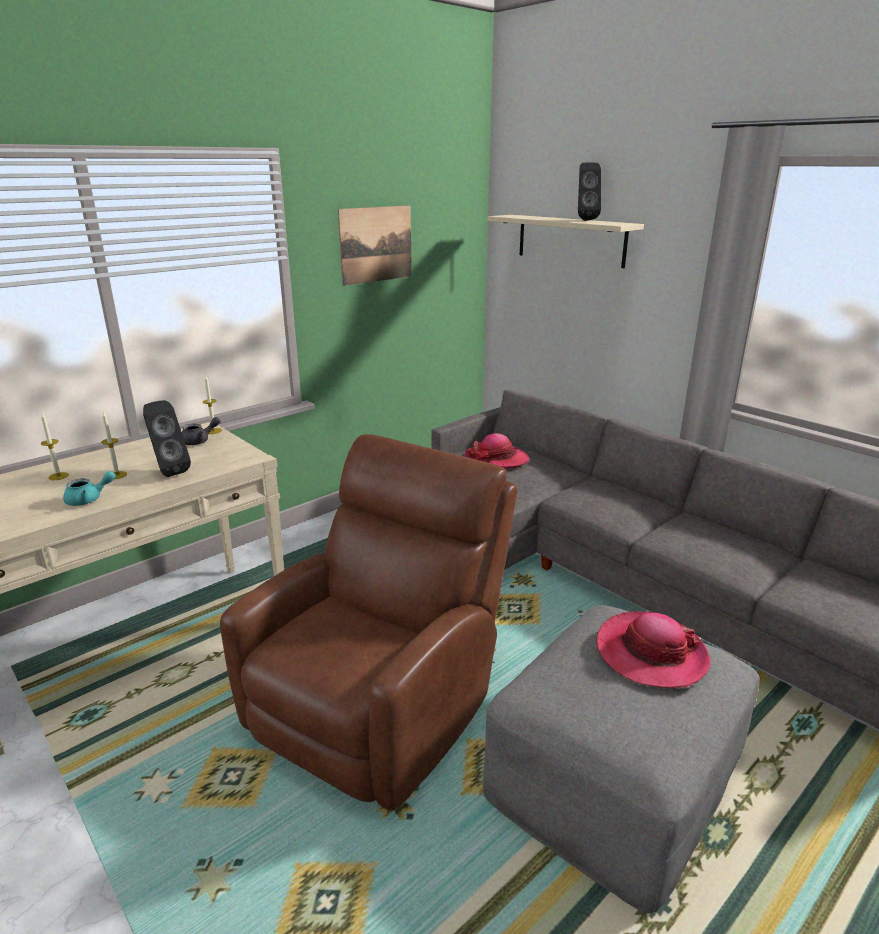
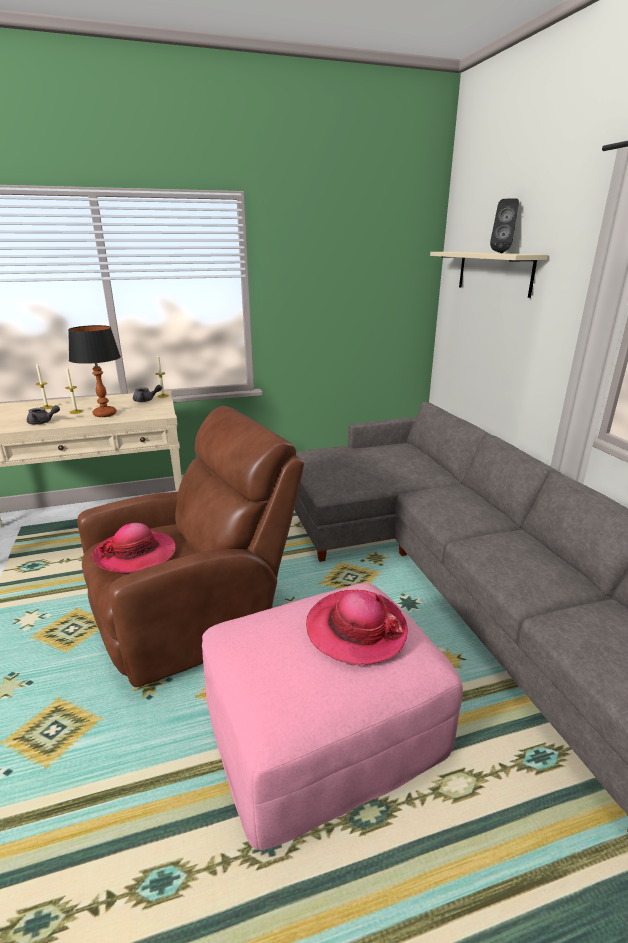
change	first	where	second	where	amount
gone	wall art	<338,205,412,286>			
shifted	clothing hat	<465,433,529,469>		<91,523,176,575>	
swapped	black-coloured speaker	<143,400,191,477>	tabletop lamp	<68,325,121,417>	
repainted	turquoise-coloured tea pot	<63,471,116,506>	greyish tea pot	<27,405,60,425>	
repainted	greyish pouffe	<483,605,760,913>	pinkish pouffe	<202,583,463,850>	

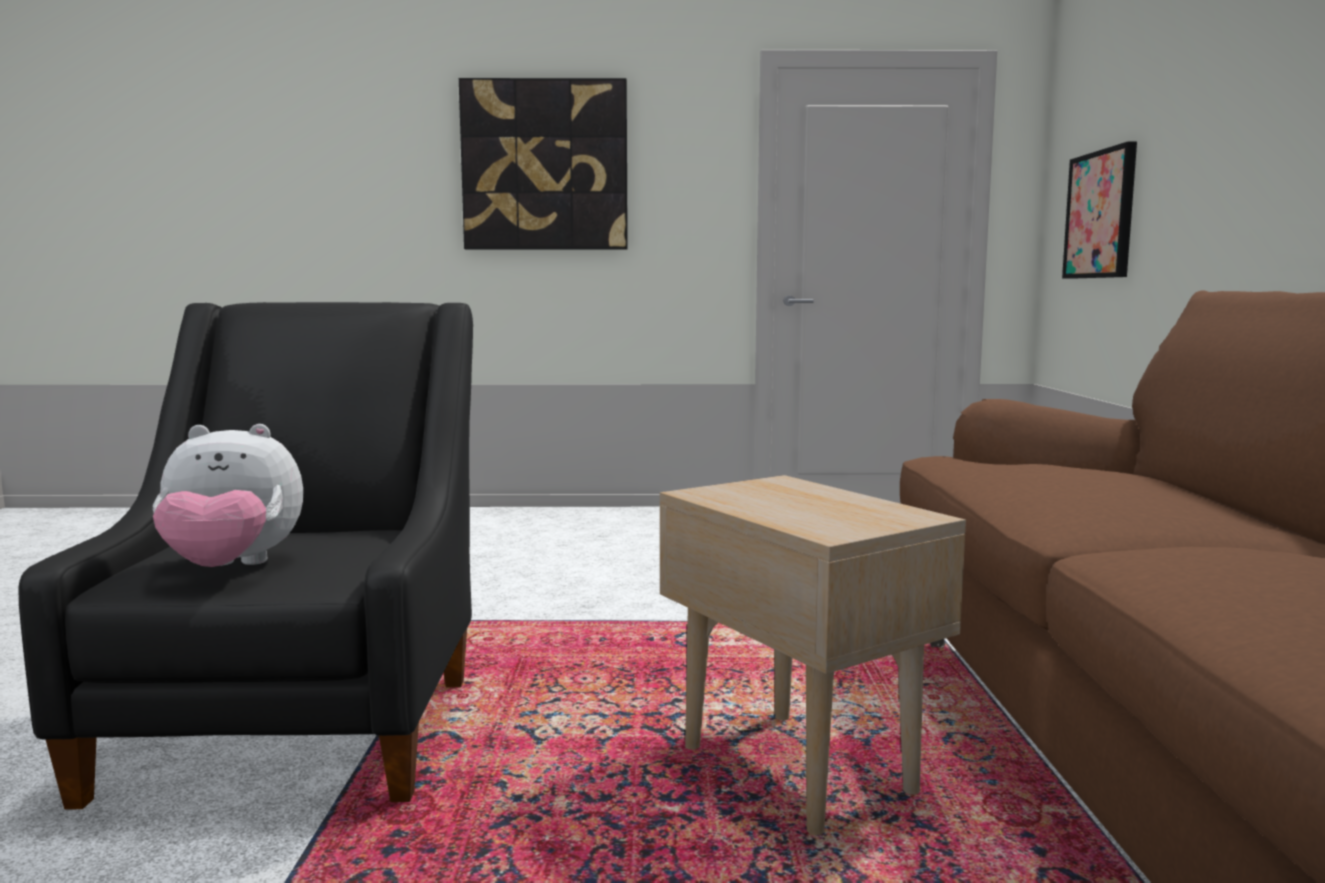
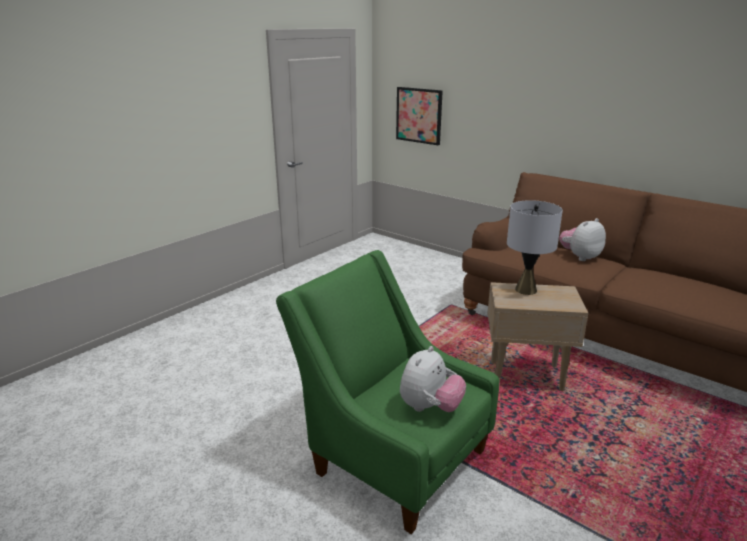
change	first	where	second	where	amount
gone	wall art	<459,78,628,249>			
new			greyish tabletop lamp	<507,200,563,295>	
new			plush toy	<559,218,606,261>	
repainted	black-coloured armchair	<19,302,473,810>	green-coloured armchair	<276,250,499,534>	

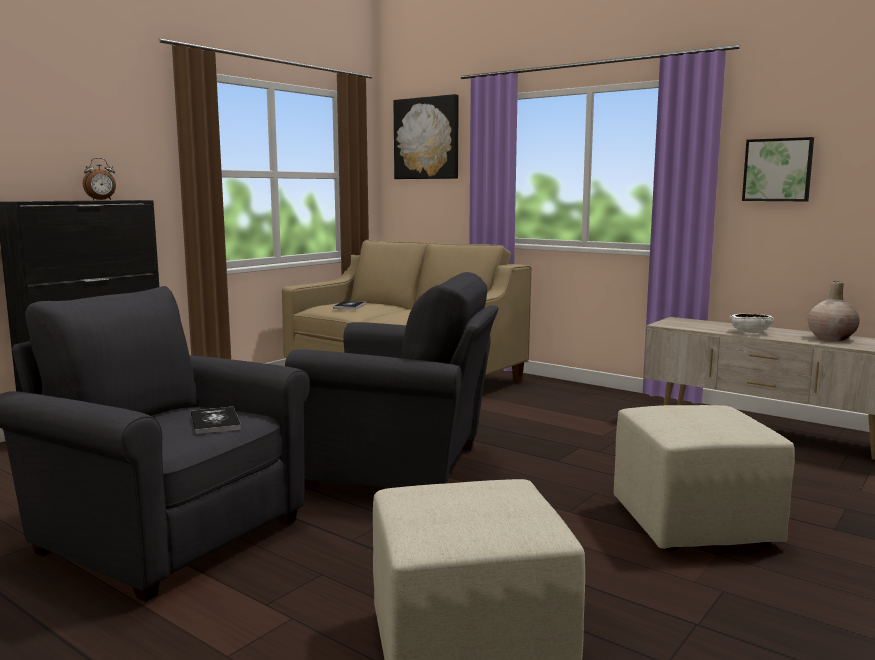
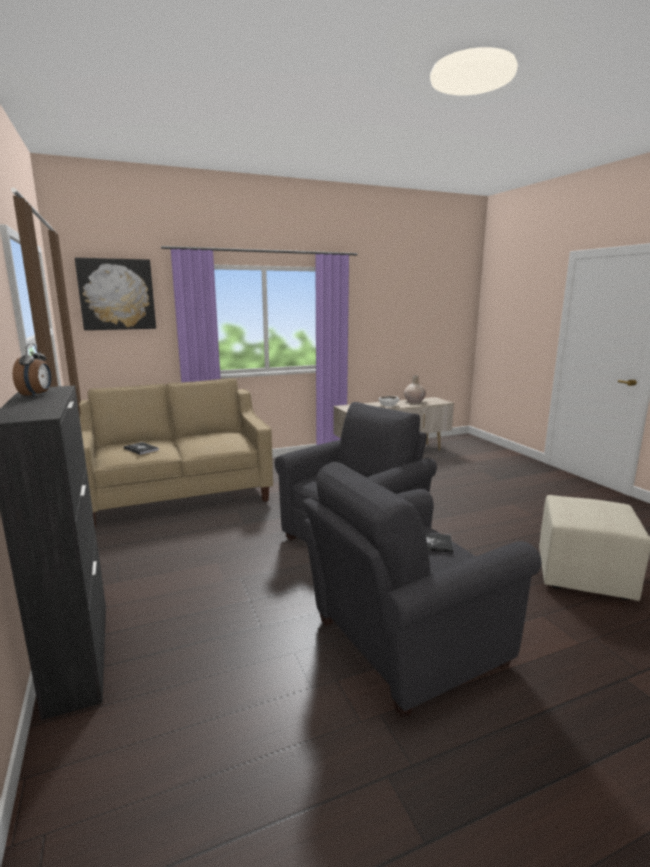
change	first	where	second	where	amount
gone	beige pouffe	<614,405,795,551>			
gone	wall art	<742,137,814,201>			

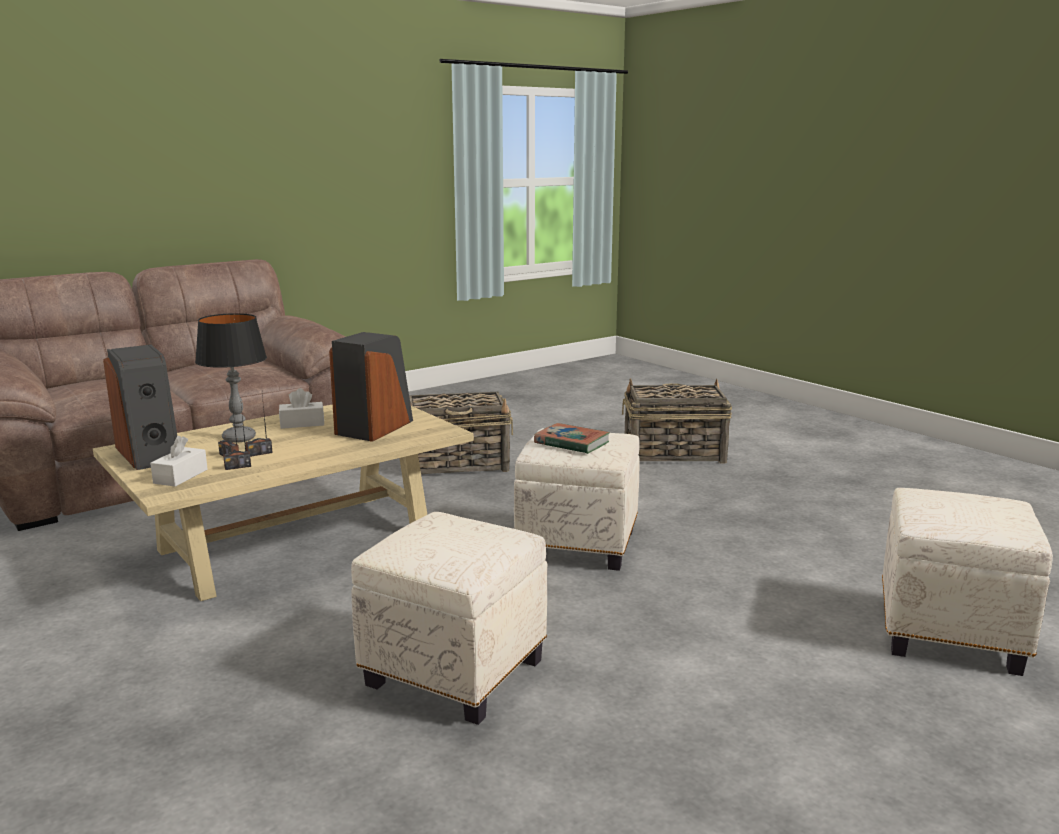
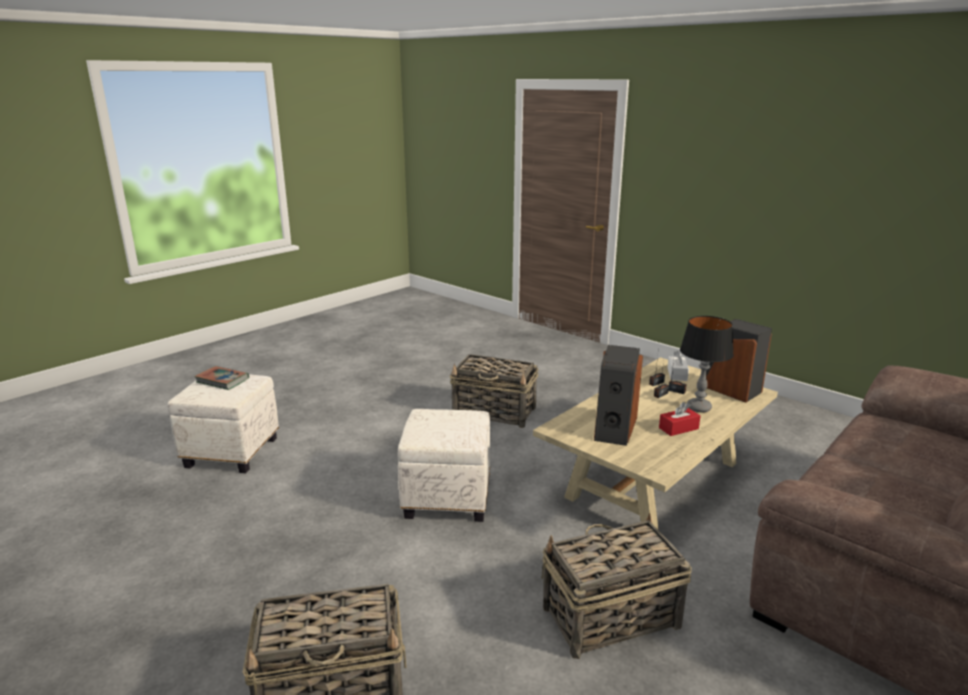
change	first	where	second	where	amount
shifted	volume	<534,423,610,454>		<194,366,249,390>	
swapped	white-coloured pouffe	<351,512,548,725>	household basket	<450,354,538,428>	
repainted	white-coloured tissue holder	<279,388,324,429>	red tissue holder	<659,402,700,436>	

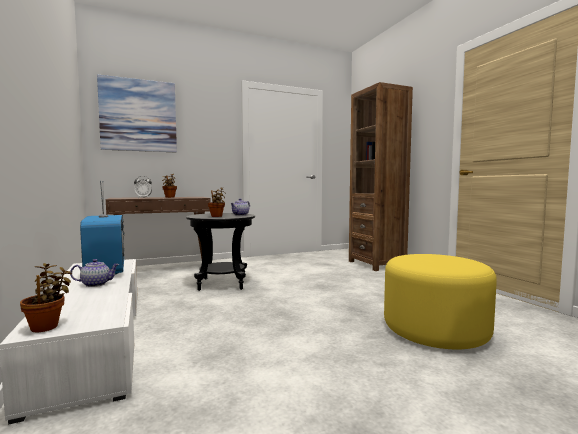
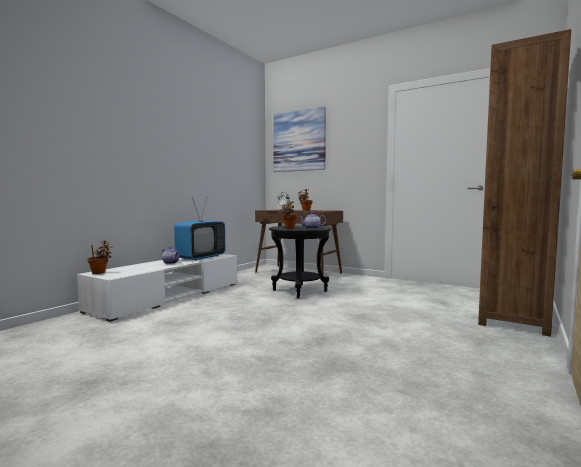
change	first	where	second	where	amount
gone	yellow pouffe	<384,254,497,349>			

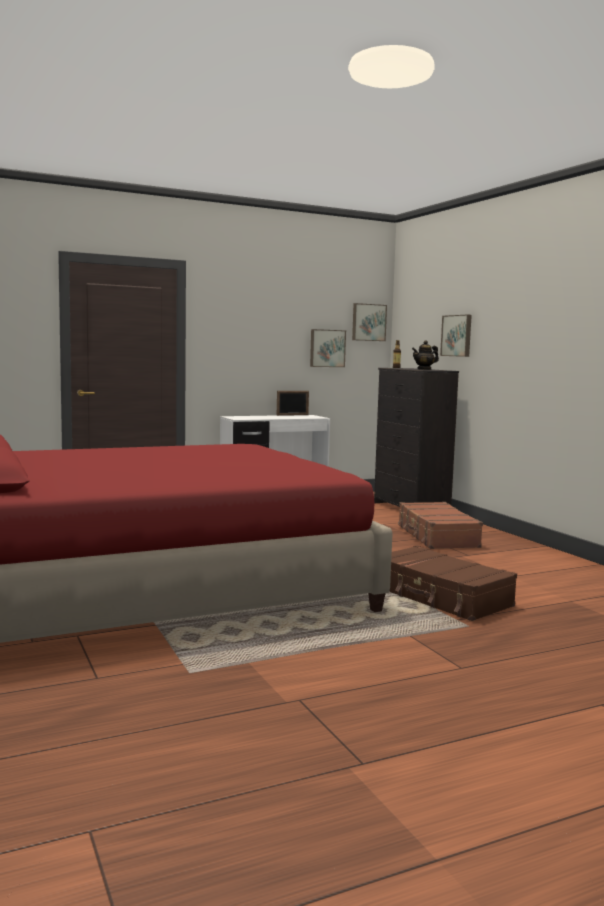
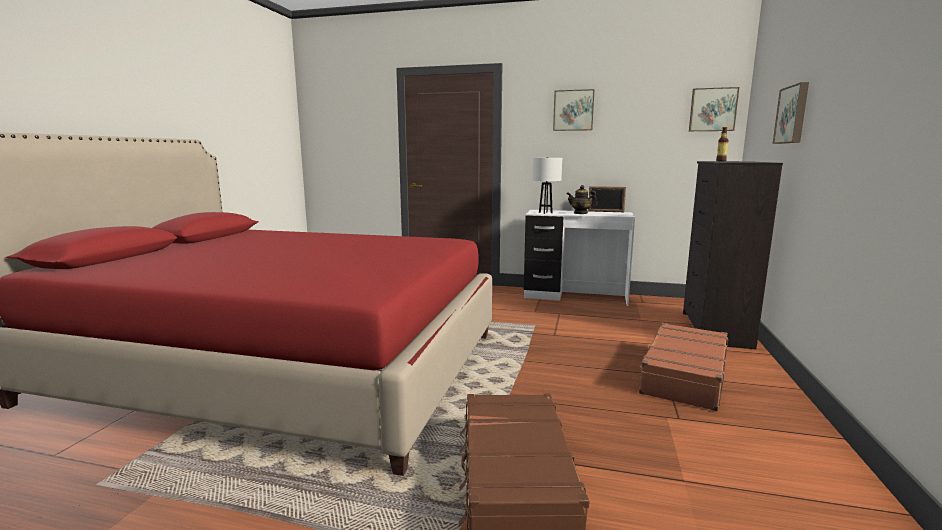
change	first	where	second	where	amount
new			white-coloured tabletop lamp	<532,157,562,214>	
shifted	wall art	<310,329,346,367>		<553,89,595,131>	
shifted	tea pot	<412,340,439,370>		<567,185,598,214>	

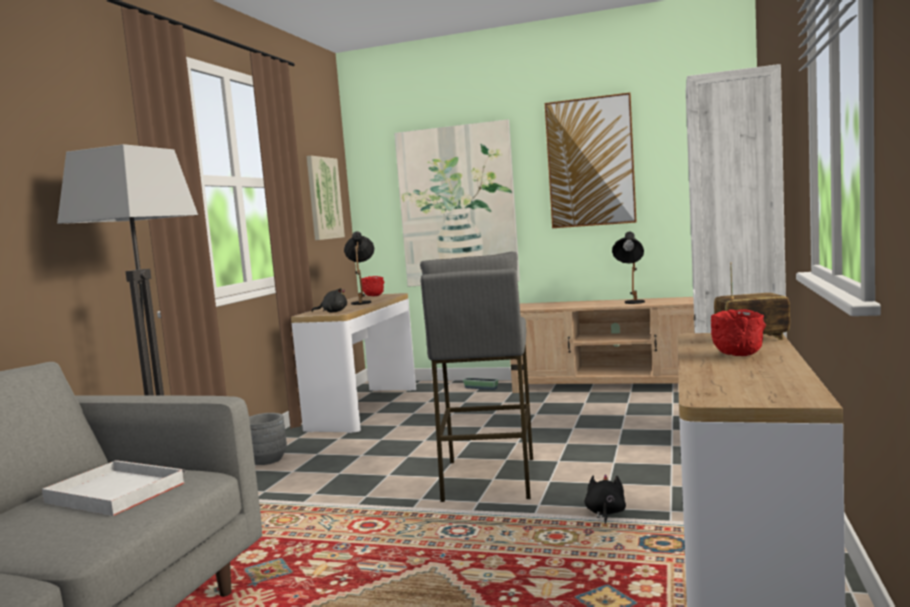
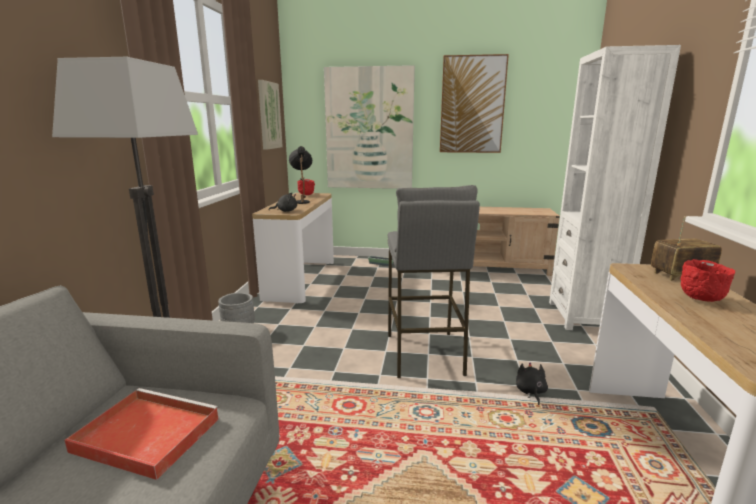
change	first	where	second	where	amount
gone	black-coloured tabletop lamp	<612,232,645,304>			
repainted	white-coloured carrying tray	<42,460,185,516>	red carrying tray	<64,388,219,480>	

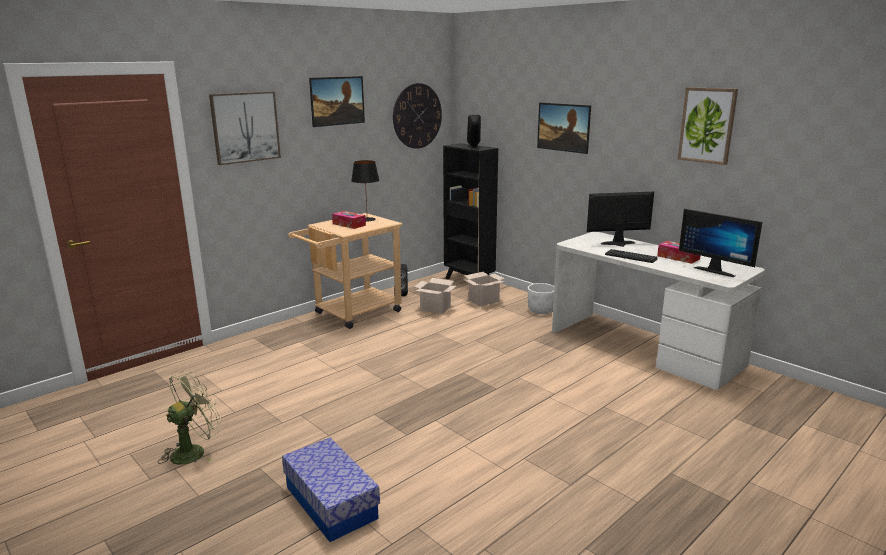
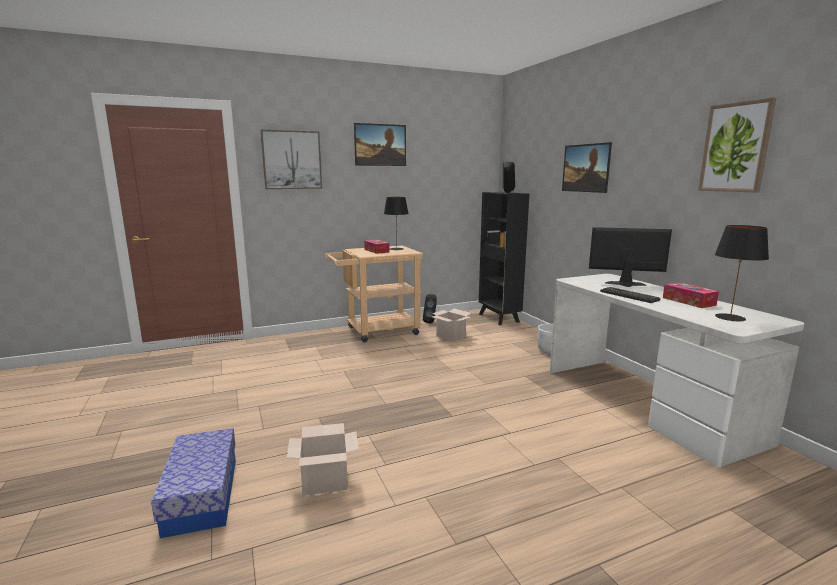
change	first	where	second	where	amount
gone	green-coloured fan	<158,371,222,465>			
gone	clock on the wall	<393,83,442,149>			
shifted	packing box	<465,272,505,306>		<287,423,359,496>	
swapped	computer screen	<679,209,762,277>	black-coloured tabletop lamp	<715,225,769,321>	

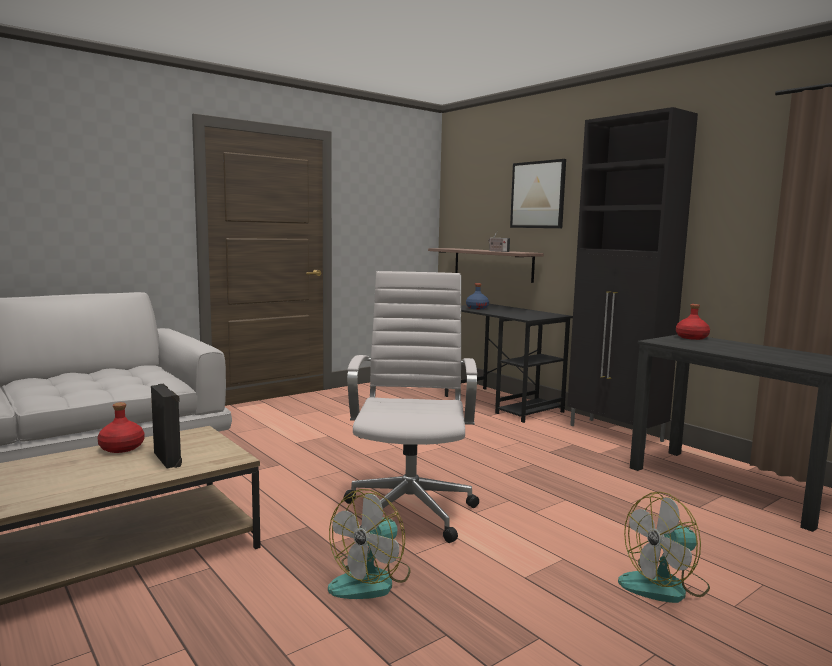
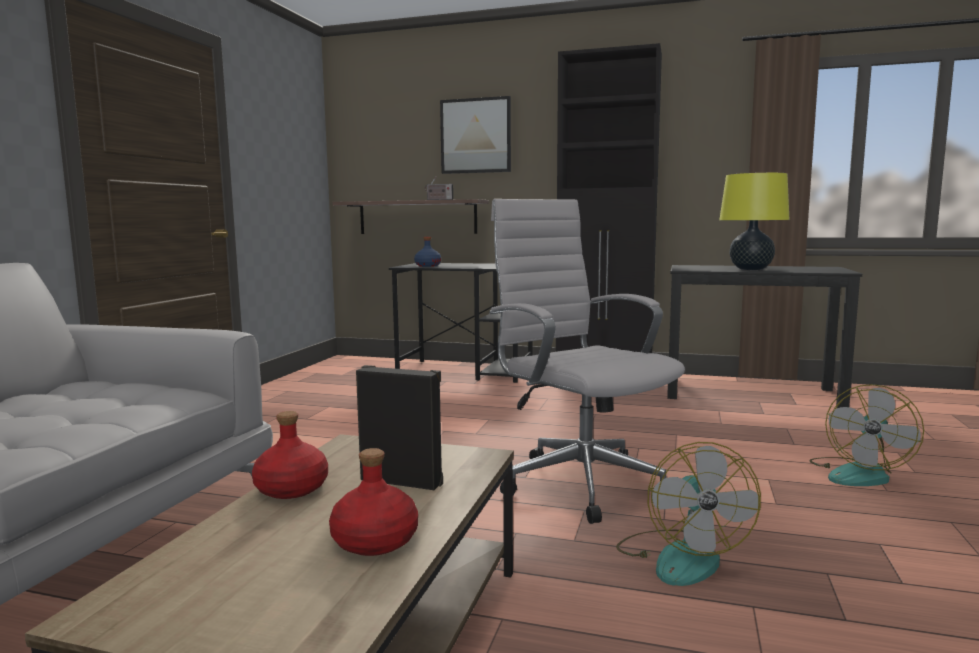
change	first	where	second	where	amount
new			yellow tabletop lamp	<719,173,790,270>	
shifted	red bottle	<676,304,710,340>		<329,448,418,556>	

